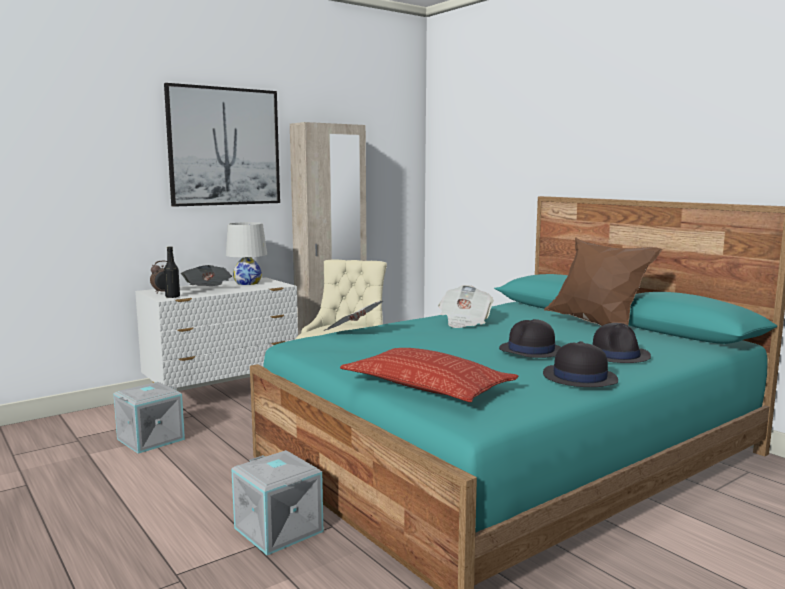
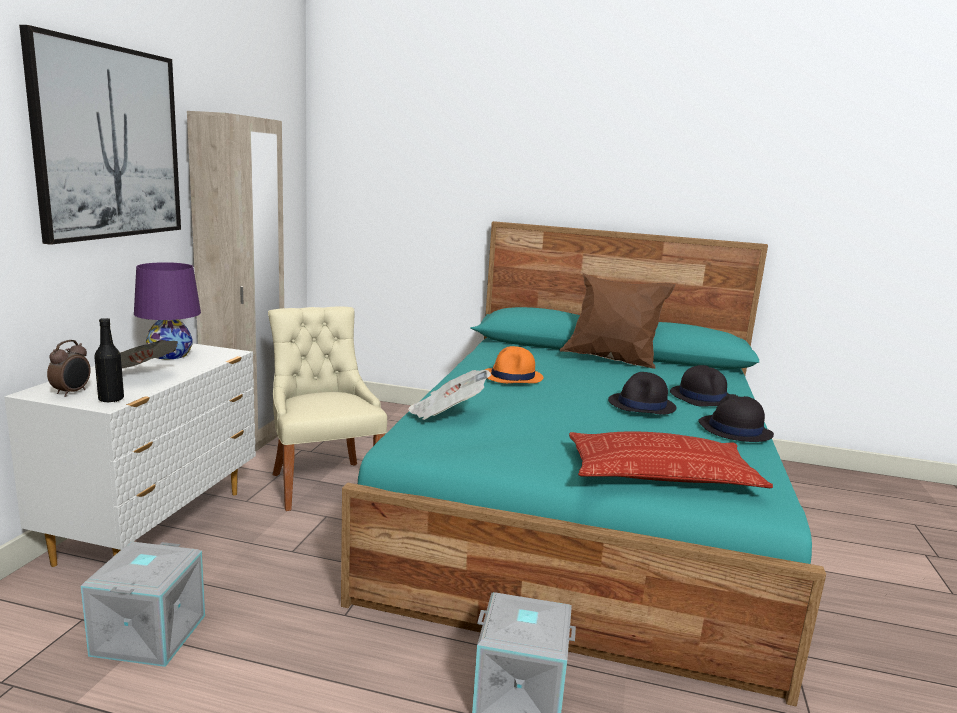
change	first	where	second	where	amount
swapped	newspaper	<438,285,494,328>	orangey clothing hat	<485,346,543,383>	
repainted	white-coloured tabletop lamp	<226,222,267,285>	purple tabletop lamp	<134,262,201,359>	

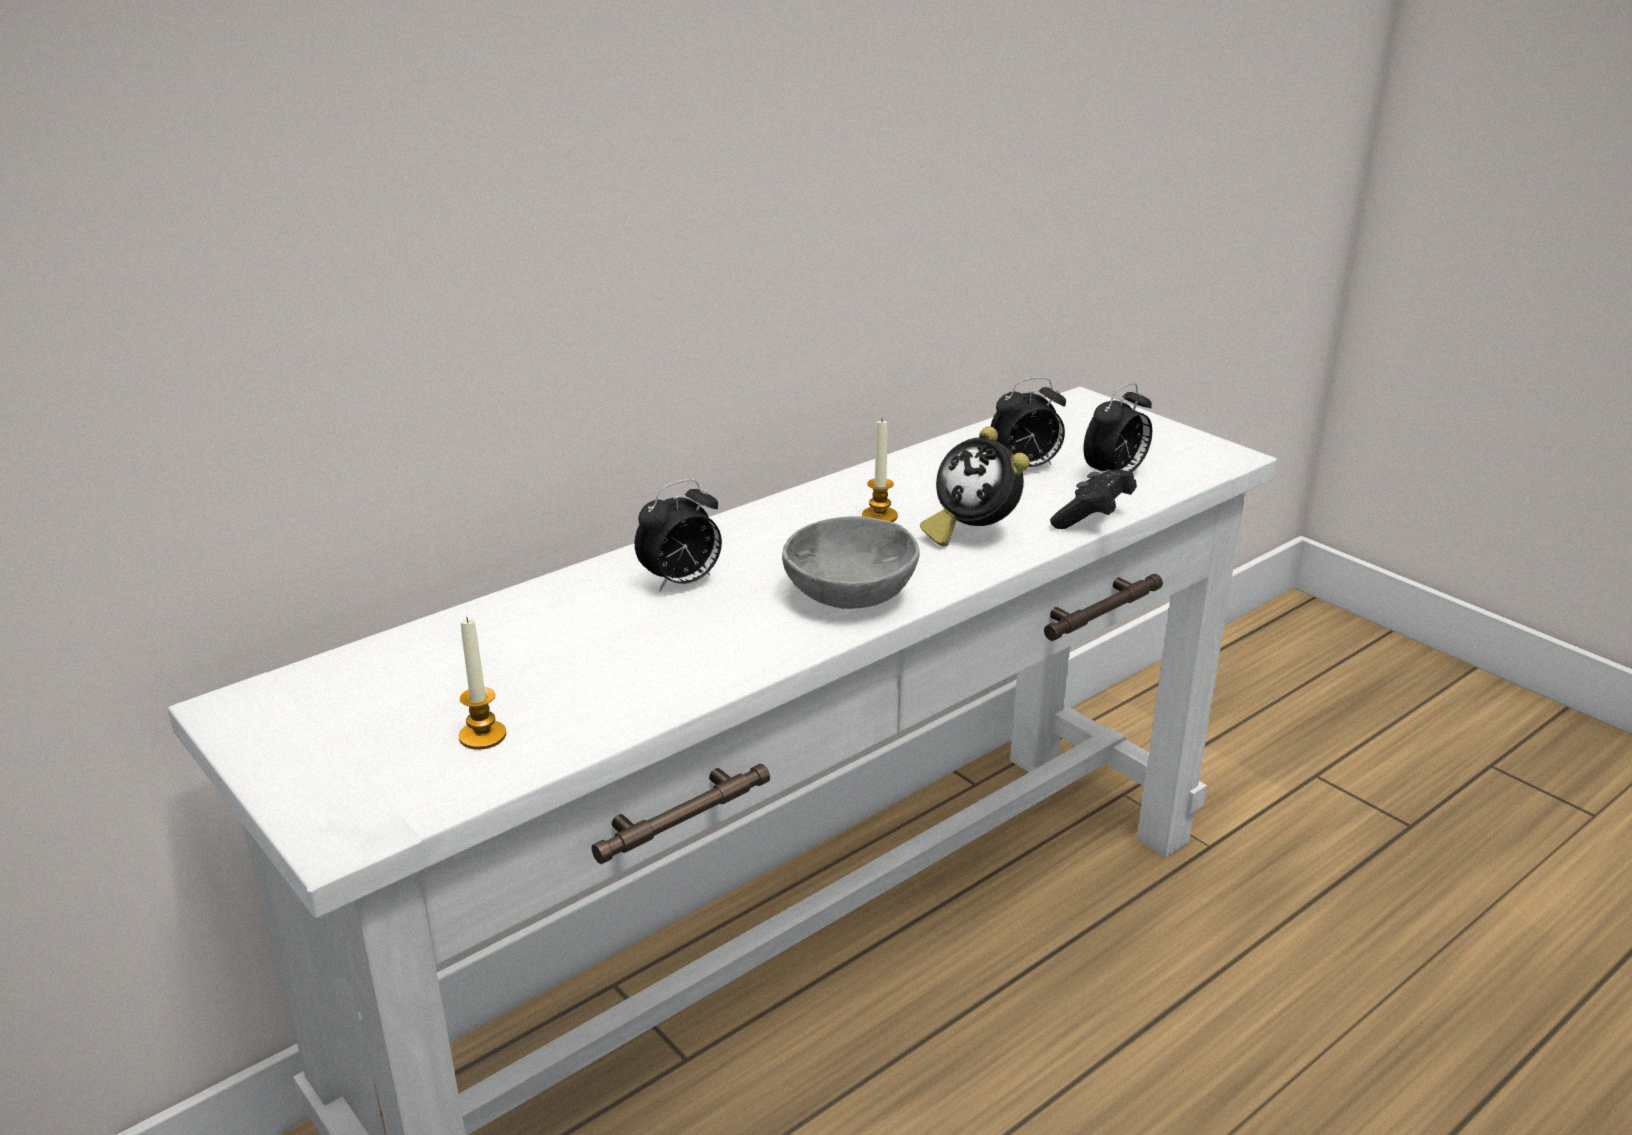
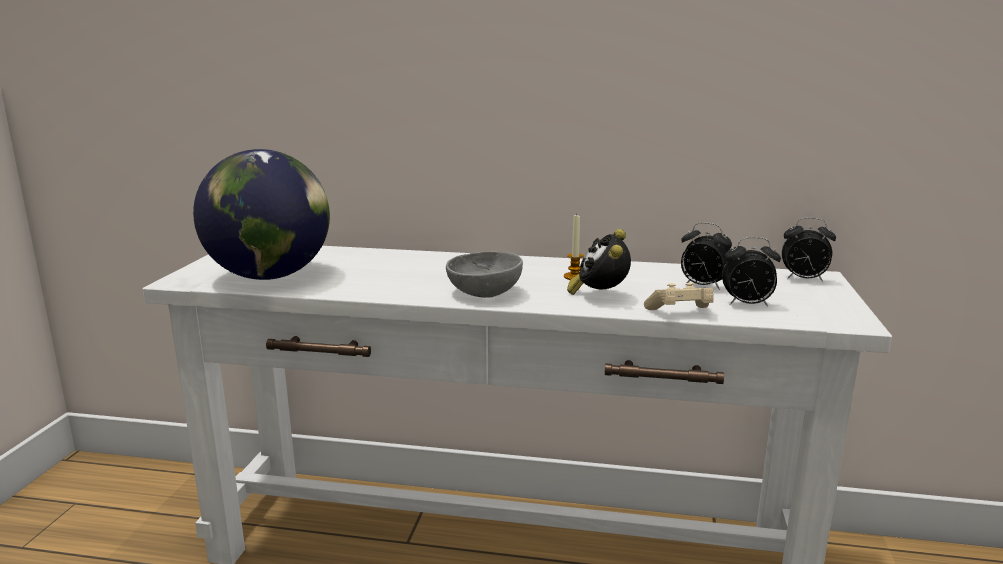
change	first	where	second	where	amount
shifted	table clock	<635,479,722,592>		<782,218,836,282>	
swapped	wax light	<459,617,506,750>	desk globe	<193,149,330,280>	
repainted	black-coloured game controller	<1050,470,1137,529>	beige game controller	<644,282,714,310>	

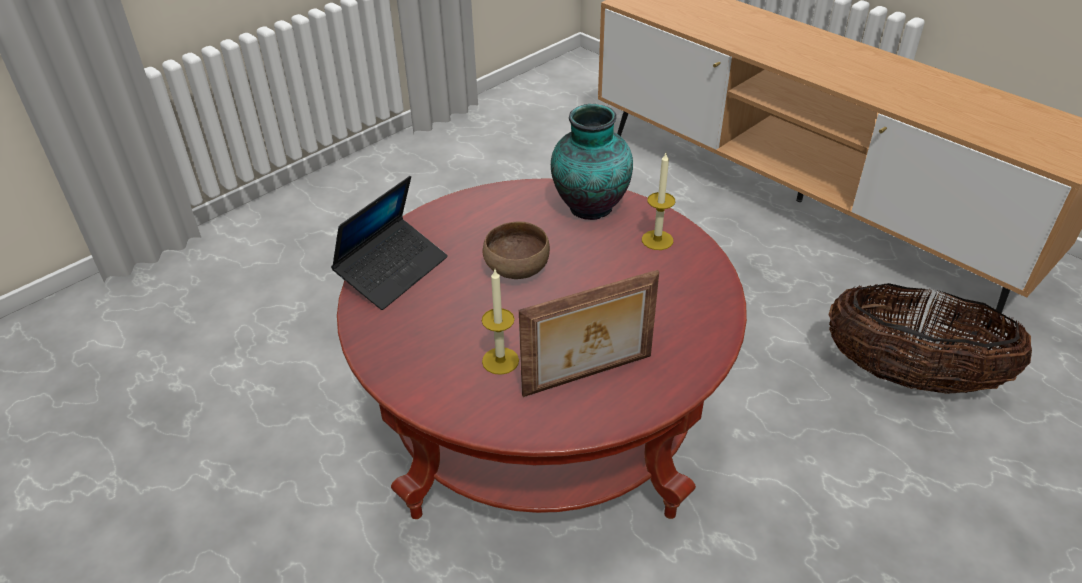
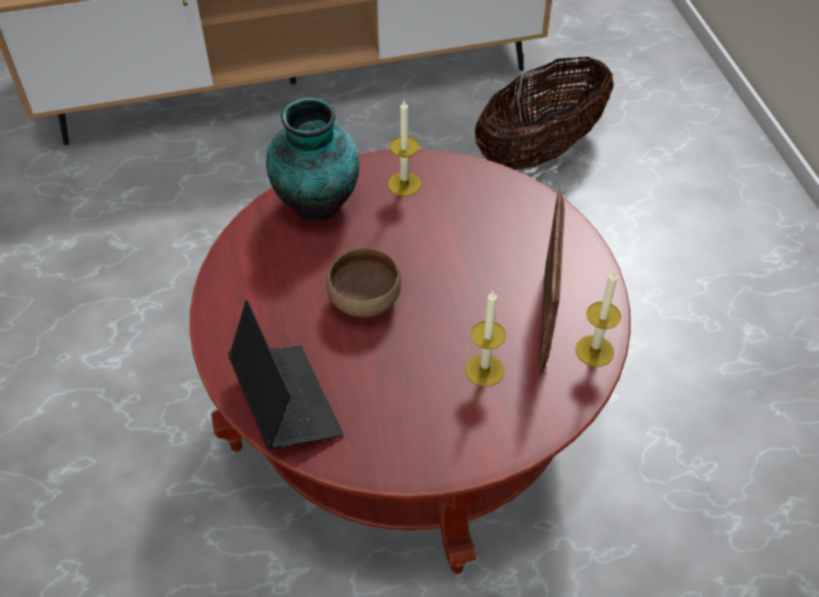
change	first	where	second	where	amount
new			wax light	<576,271,621,367>	

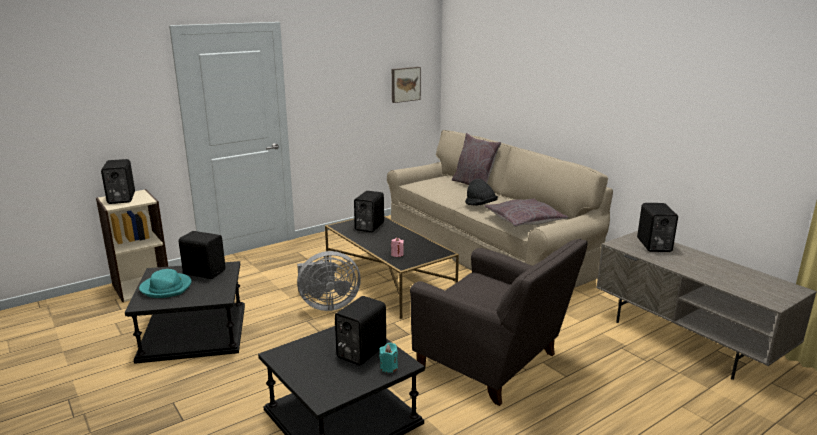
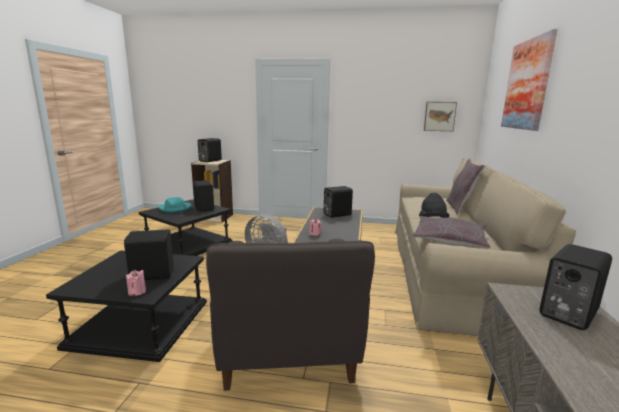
change	first	where	second	where	amount
new			wall art	<501,29,557,131>	
repainted	turquoise-coloured wax light	<379,342,398,373>	pinkish wax light	<126,270,146,296>	

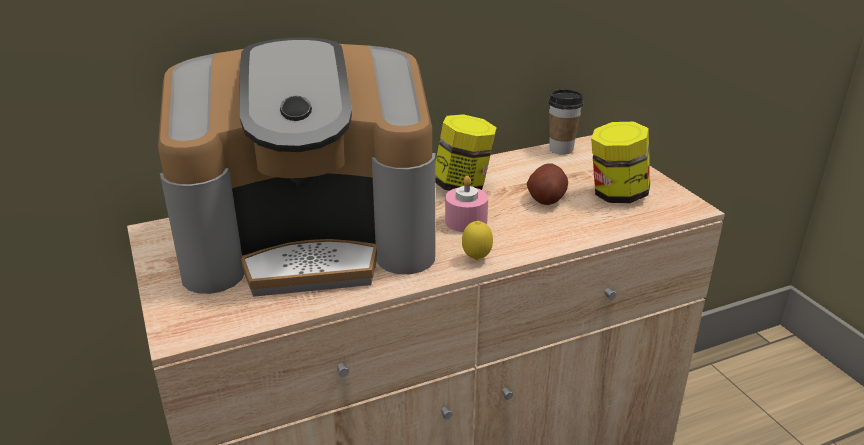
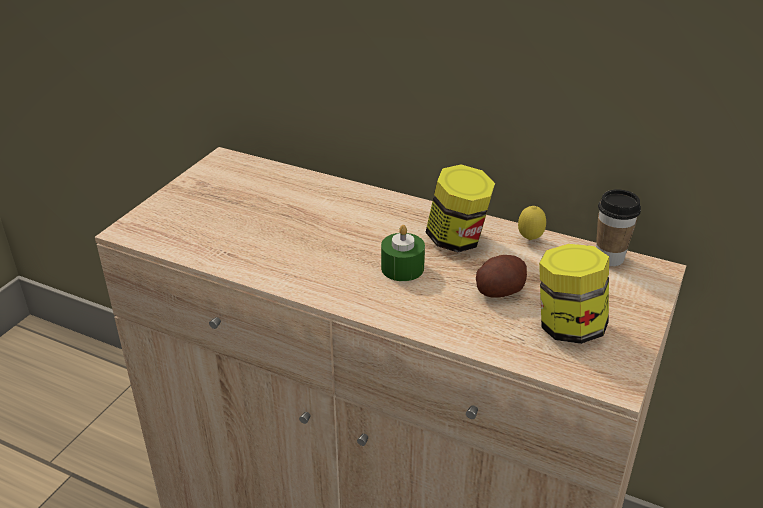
change	first	where	second	where	amount
gone	coffee machine	<158,38,435,297>			
shifted	whole lemon	<462,221,493,260>		<518,206,546,240>	
repainted	pinkish wax light	<445,176,488,232>	green-coloured wax light	<381,225,425,281>	

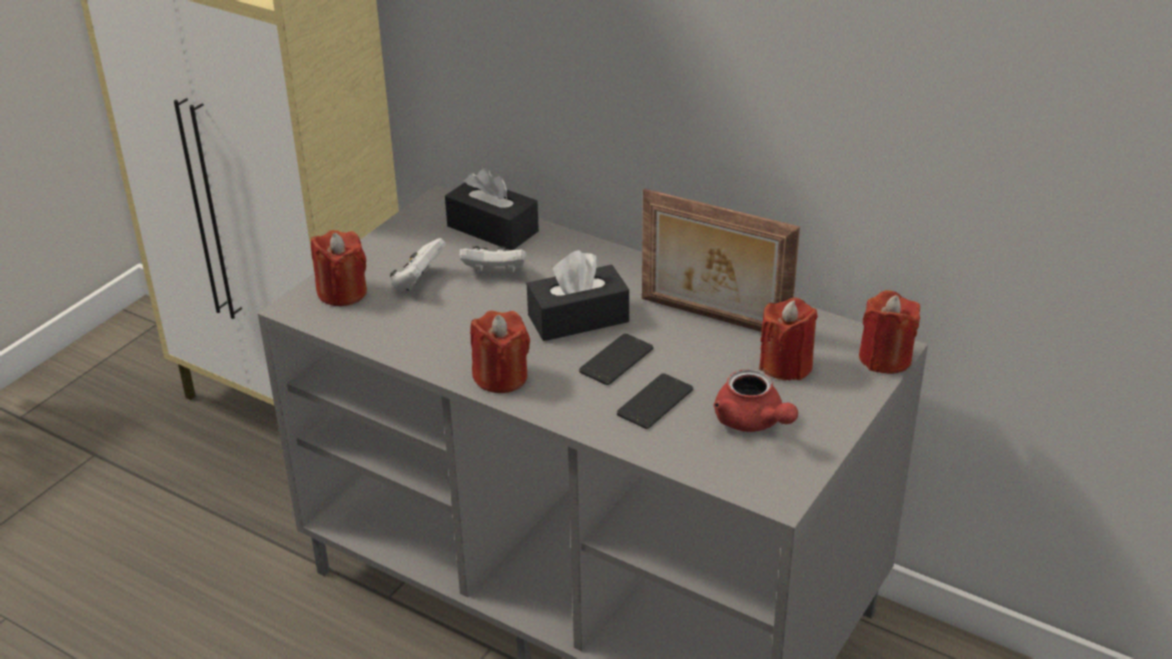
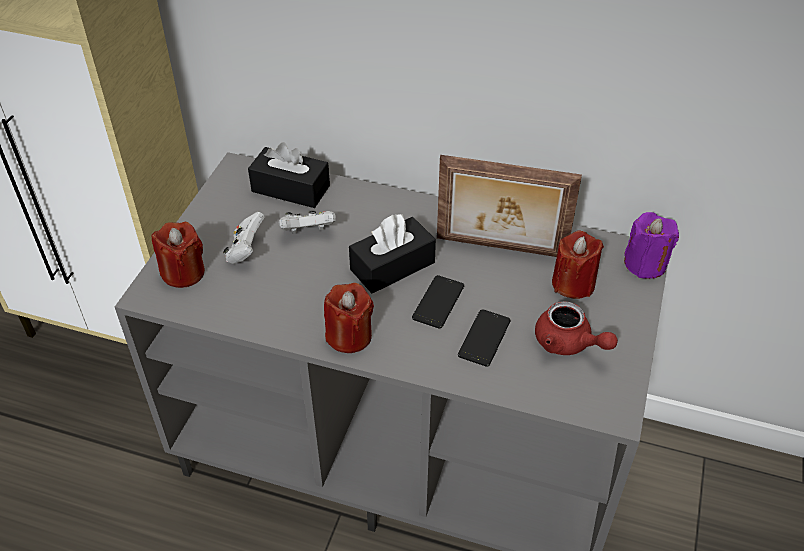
change	first	where	second	where	amount
repainted	red wax light	<859,290,920,374>	purple wax light	<624,212,679,279>	

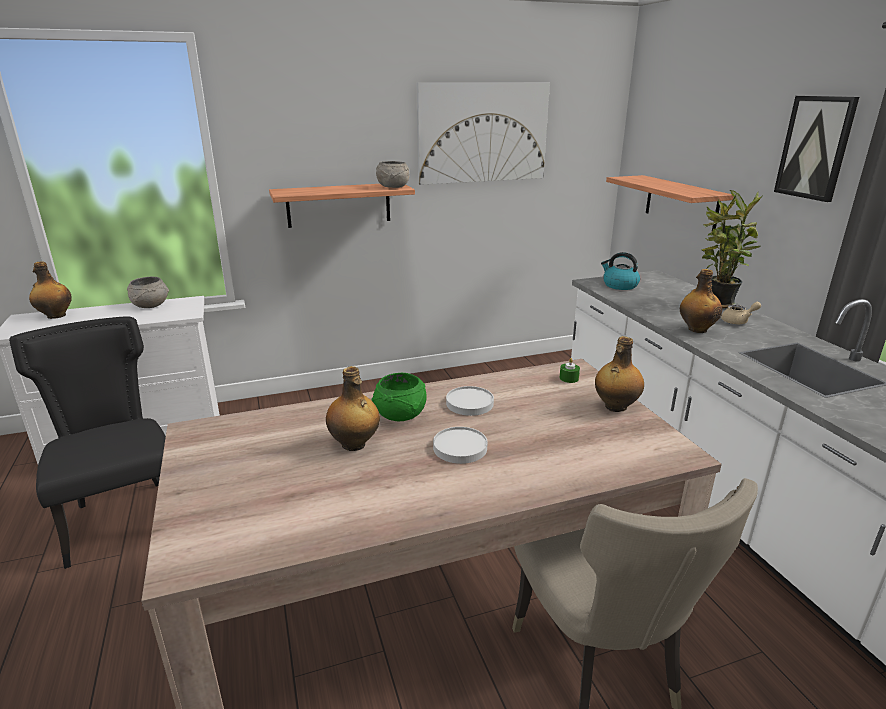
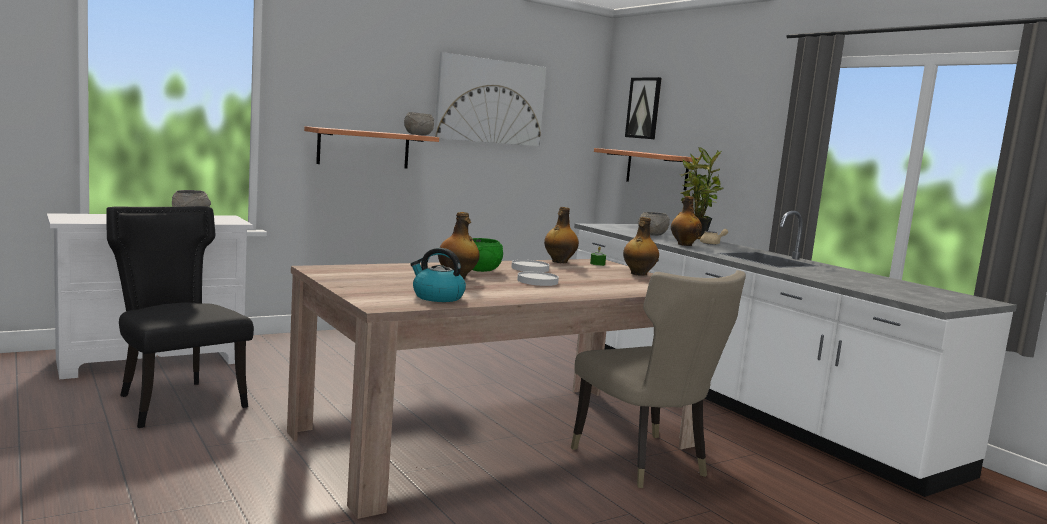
change	first	where	second	where	amount
new			greyish deep dish	<638,212,670,236>	
shifted	bottle	<29,261,72,319>		<544,207,579,263>	
shifted	water kettle	<601,252,640,290>		<410,248,466,302>	
shifted	wall art	<774,96,859,202>		<625,77,661,139>	

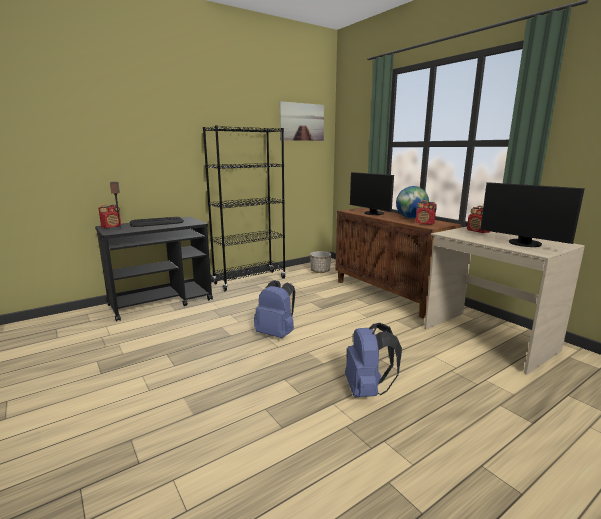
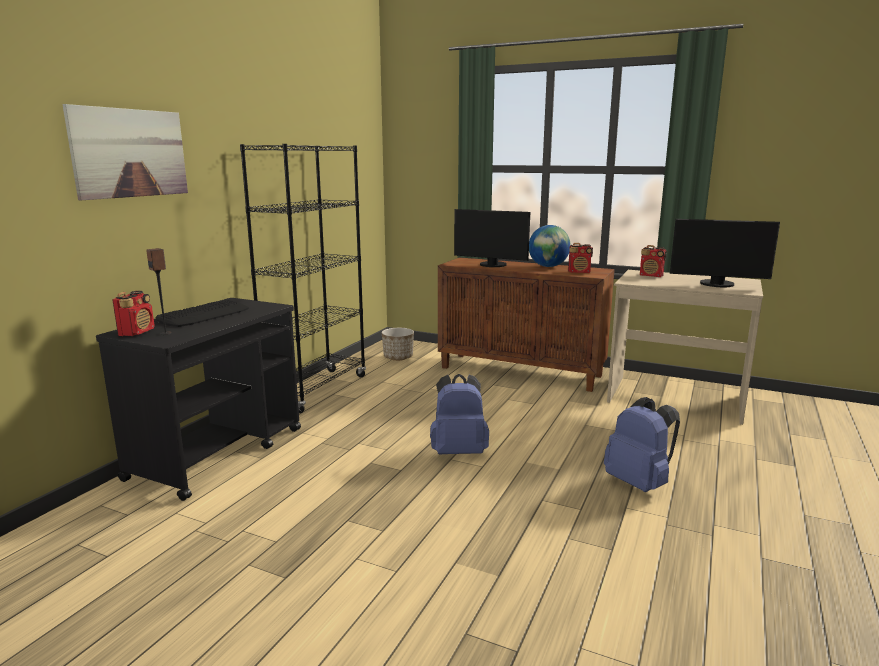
change	first	where	second	where	amount
shifted	wall art	<280,101,324,141>		<62,104,188,200>	

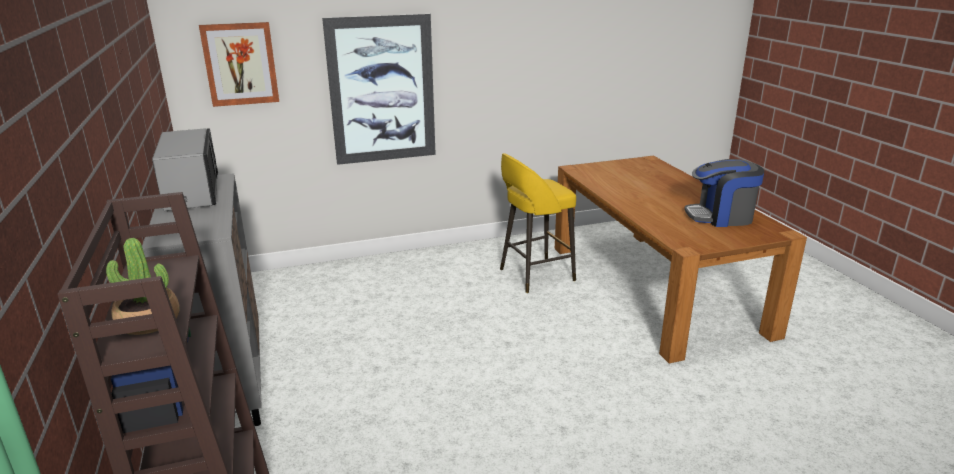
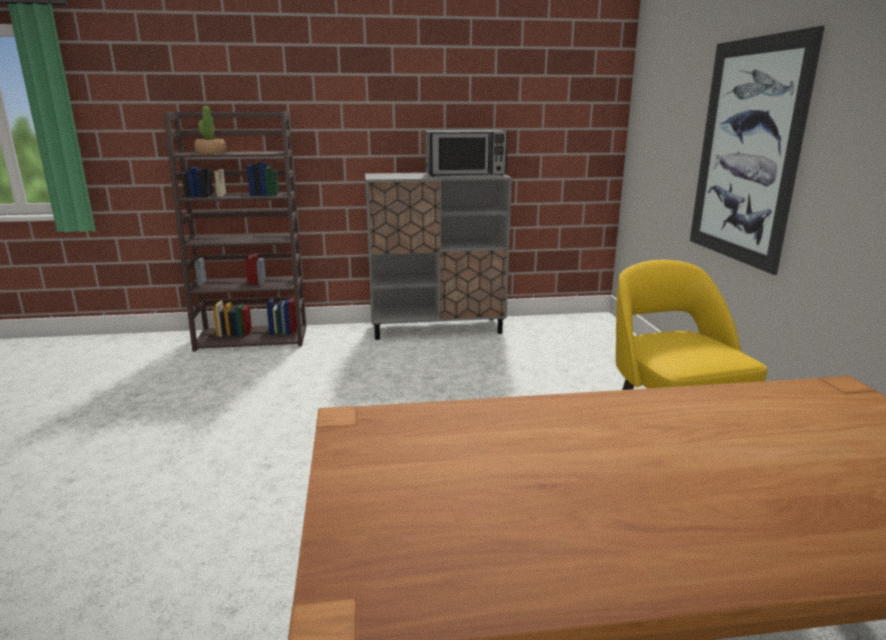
change	first	where	second	where	amount
gone	wall art	<199,22,279,107>			
gone	coffee machine	<685,159,764,227>			

